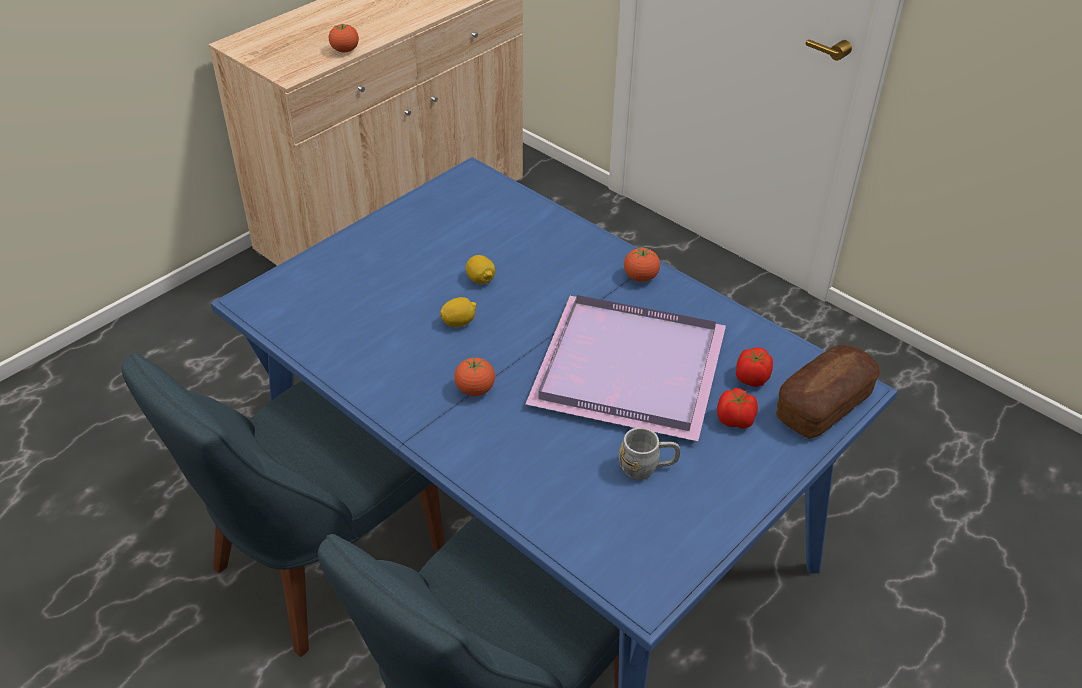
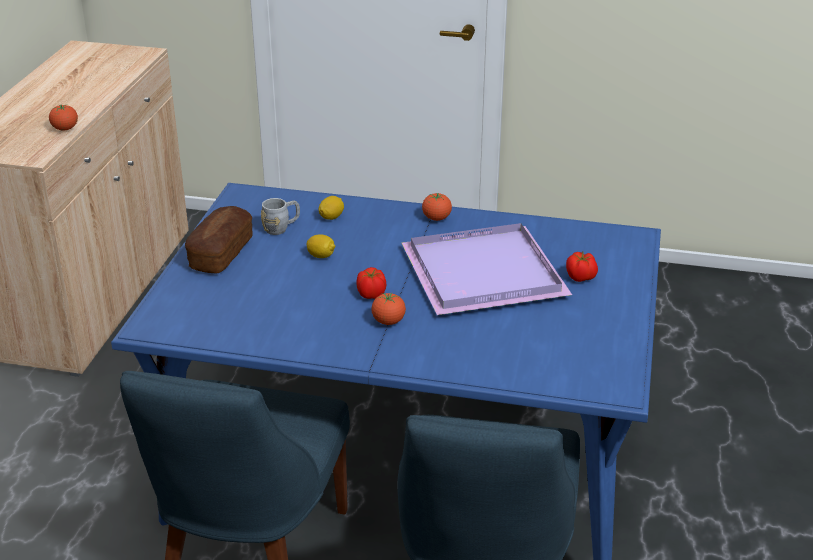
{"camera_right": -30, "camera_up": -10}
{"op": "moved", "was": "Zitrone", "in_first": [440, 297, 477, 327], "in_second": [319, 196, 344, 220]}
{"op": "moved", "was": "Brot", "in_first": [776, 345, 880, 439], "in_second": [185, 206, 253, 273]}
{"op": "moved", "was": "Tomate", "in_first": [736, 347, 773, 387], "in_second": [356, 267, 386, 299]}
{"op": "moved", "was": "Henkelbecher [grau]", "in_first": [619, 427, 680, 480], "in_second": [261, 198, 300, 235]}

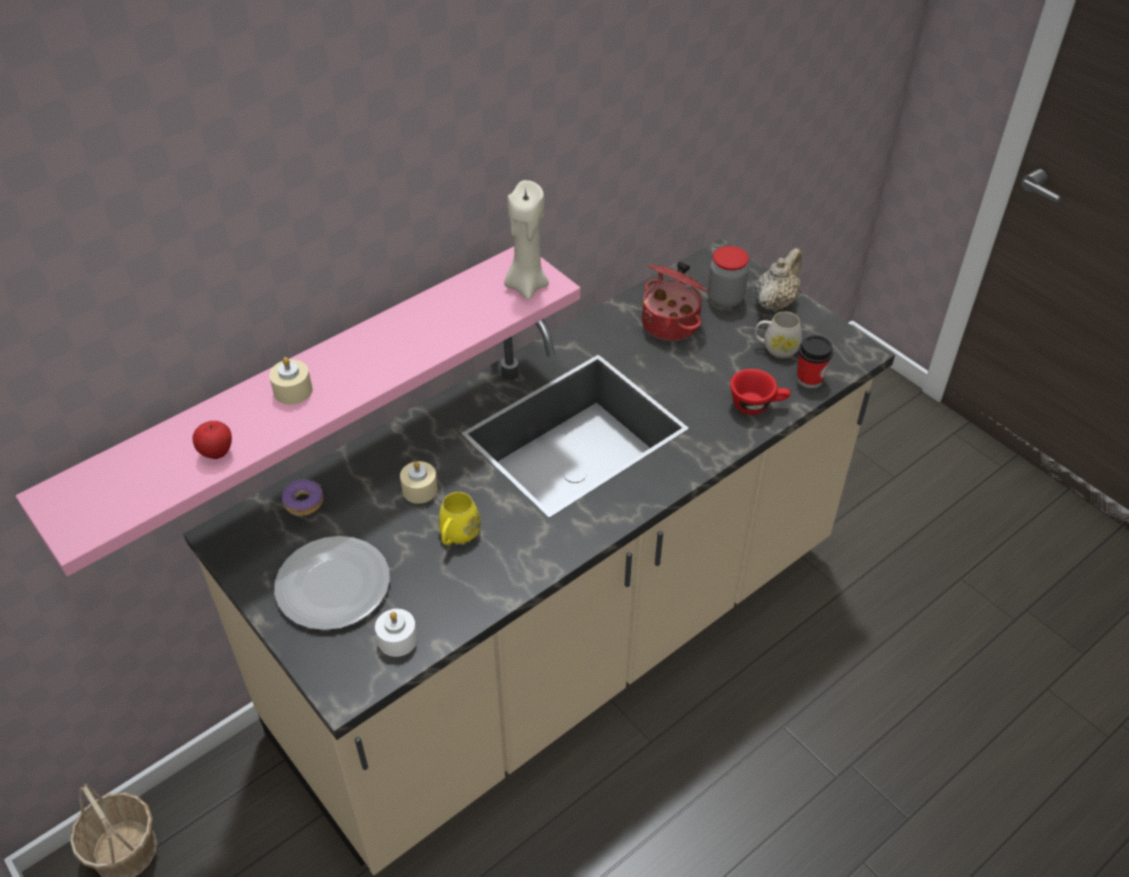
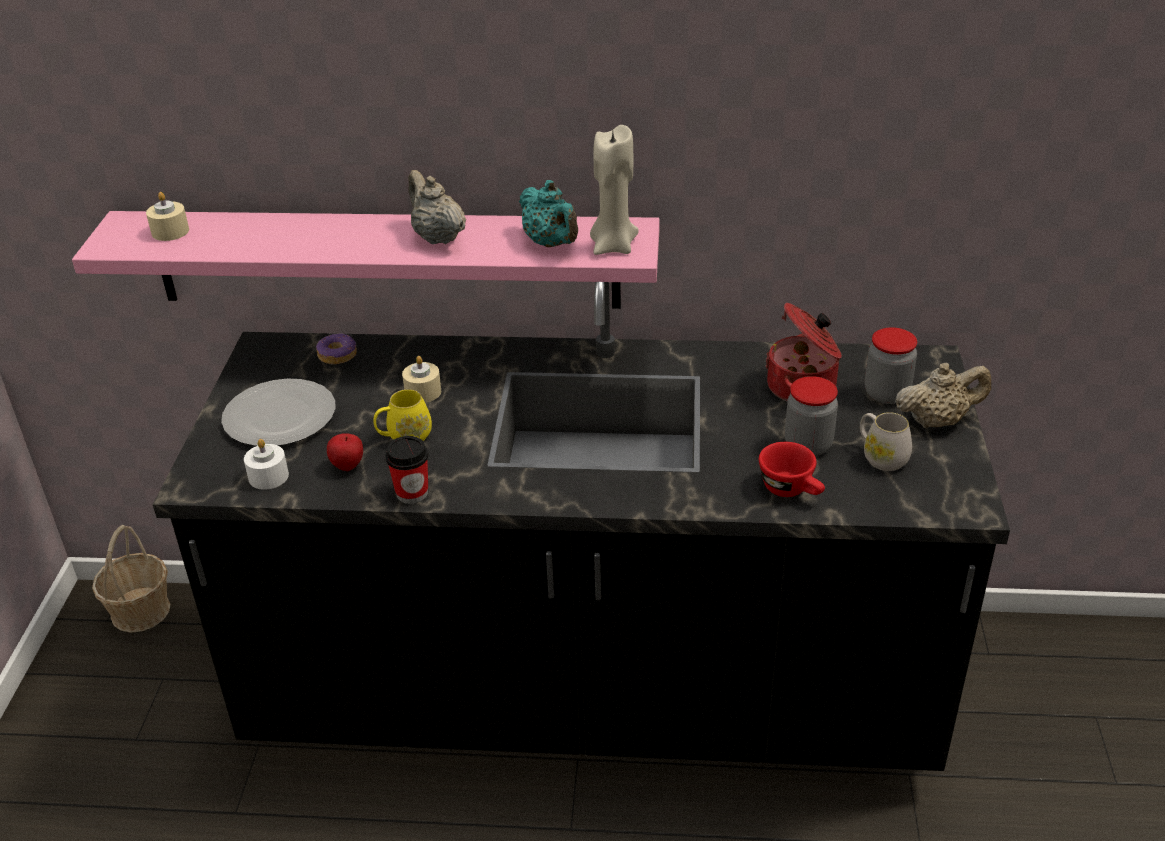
{"camera_right": 45, "camera_up": -10}
{"op": "recoloured", "was": "Küchenzeile [beige]", "now": "Küchenzeile [schwarz]", "in_first": [184, 238, 895, 875], "in_second": [153, 282, 1010, 771]}
{"op": "moved", "was": "Tasse", "in_first": [797, 335, 833, 389], "in_second": [385, 436, 428, 504]}
{"op": "moved", "was": "Kerze [beige]", "in_first": [269, 357, 313, 405], "in_second": [146, 192, 189, 241]}
{"op": "moved", "was": "Apfel", "in_first": [192, 421, 232, 459], "in_second": [327, 433, 363, 471]}
{"op": "added", "now": "Teekanne [beige]", "in_second": [408, 170, 466, 244]}
{"op": "added", "now": "Teekanne [türkis]", "in_second": [519, 180, 578, 247]}
{"op": "added", "now": "Vorratsglas", "in_second": [785, 376, 838, 456]}

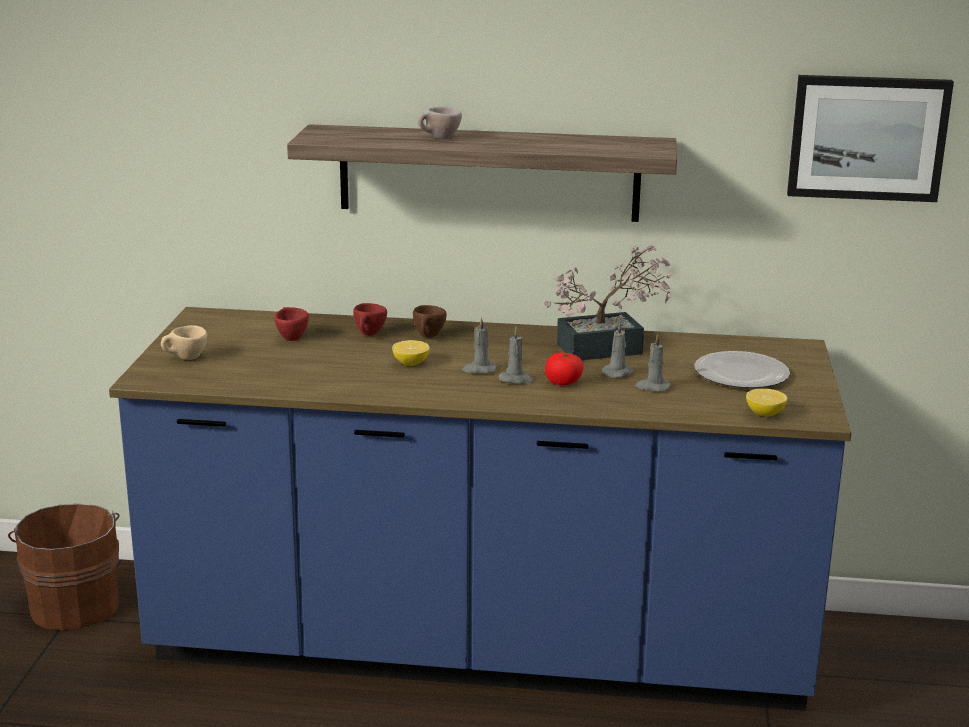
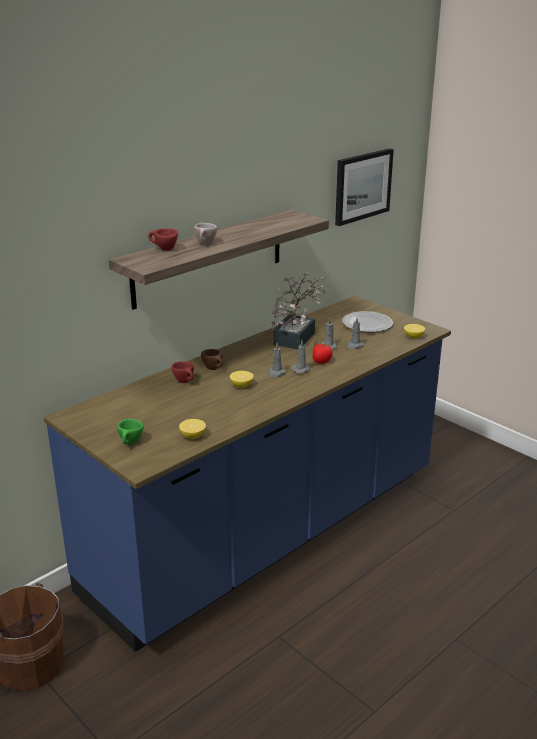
{"camera_right": -50, "camera_up": 5}
{"op": "moved", "was": "Tasse [rot]", "in_first": [275, 307, 309, 341], "in_second": [148, 228, 178, 251]}
{"op": "recoloured", "was": "Tasse [beige]", "now": "Tasse [grün]", "in_first": [161, 325, 207, 360], "in_second": [117, 419, 143, 445]}
{"op": "added", "now": "Zitrone", "in_second": [179, 419, 206, 439]}

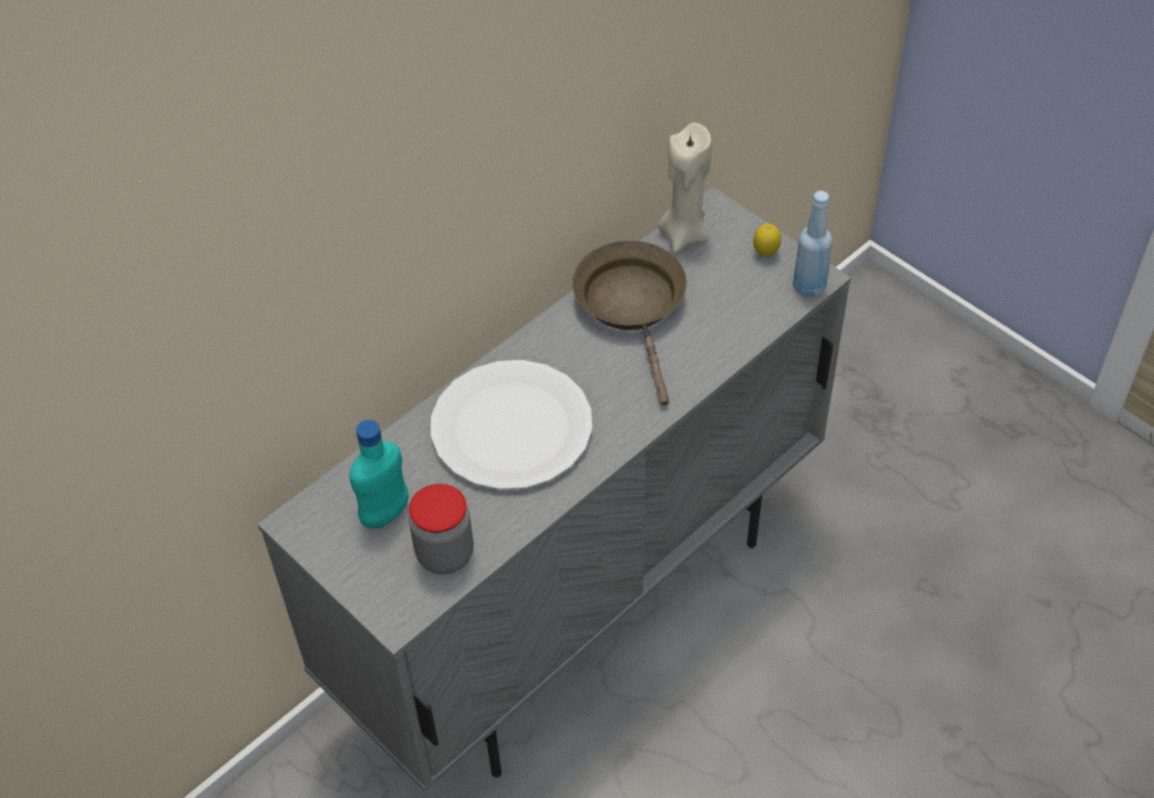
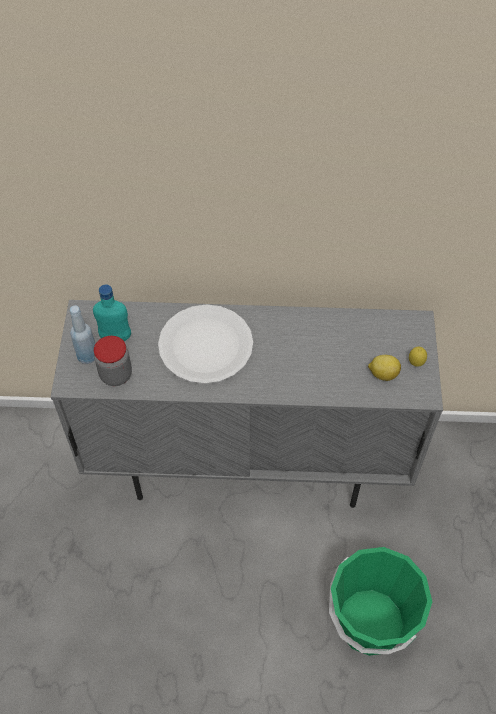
{"camera_right": 45, "camera_up": 5}
{"op": "removed", "was": "Kerze [beige]", "in_first": [658, 123, 712, 253]}
{"op": "moved", "was": "Flasche [blau]", "in_first": [793, 191, 832, 297], "in_second": [70, 305, 95, 364]}
{"op": "removed", "was": "Pfanne [braun]", "in_first": [572, 241, 687, 406]}
{"op": "added", "now": "Zitrone", "in_second": [368, 355, 401, 381]}
{"op": "added", "now": "Eimer [grün]", "in_second": [329, 547, 432, 656]}

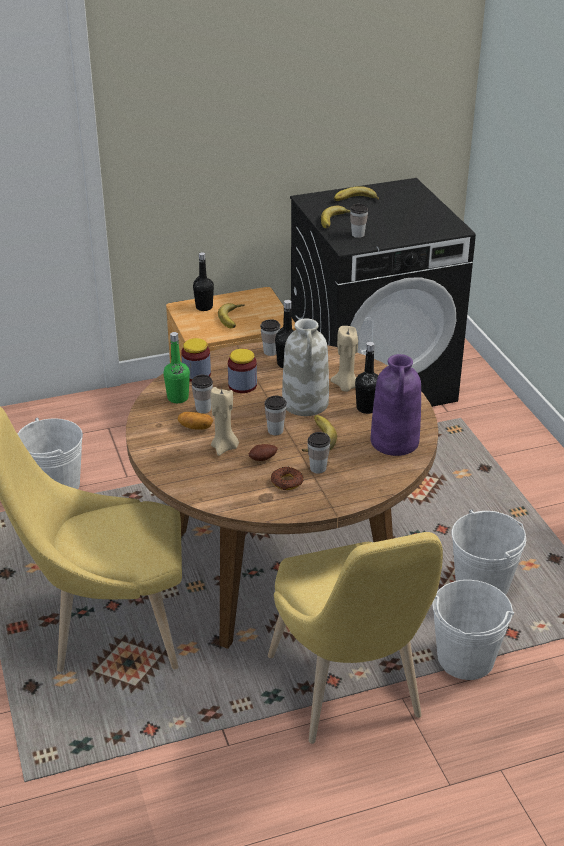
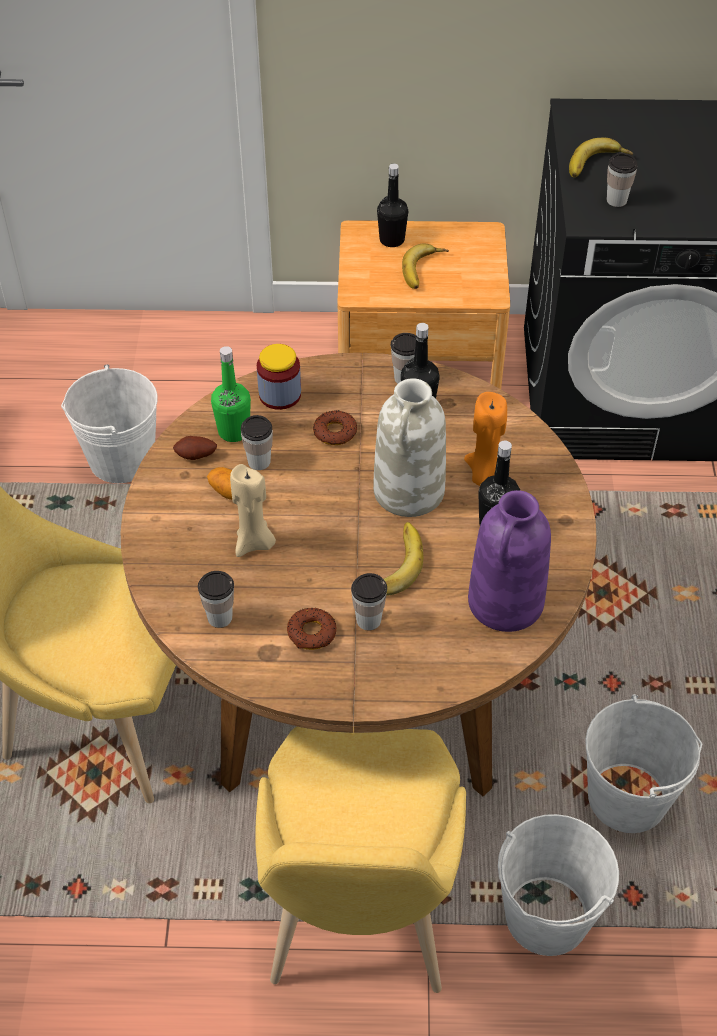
{"camera_right": 20, "camera_up": 15}
{"op": "removed", "was": "Banane", "in_first": [334, 186, 379, 201]}
{"op": "recoloured", "was": "Kerze [beige]", "now": "Kerze [orange]", "in_first": [330, 326, 358, 392], "in_second": [464, 392, 507, 486]}
{"op": "replaced", "was": "Vorratsglas", "now": "Donut", "in_first": [228, 349, 257, 393], "in_second": [313, 410, 357, 445]}
{"op": "moved", "was": "Tasse", "in_first": [264, 396, 287, 435], "in_second": [198, 571, 234, 628]}
{"op": "moved", "was": "Kartoffel", "in_first": [249, 444, 277, 461], "in_second": [173, 436, 217, 460]}

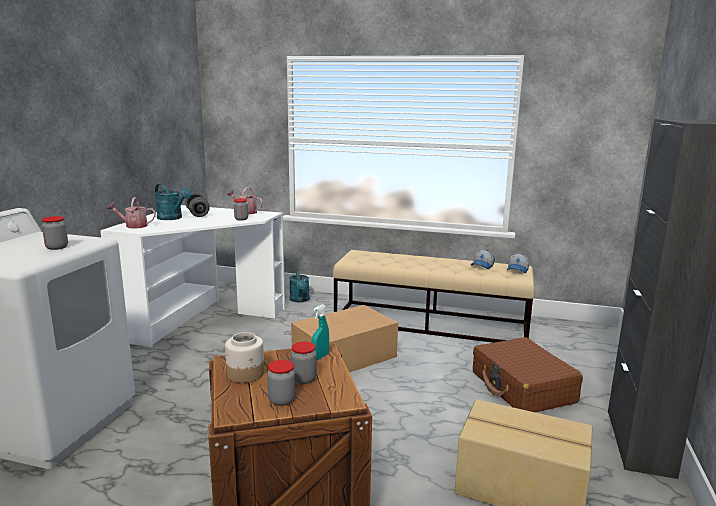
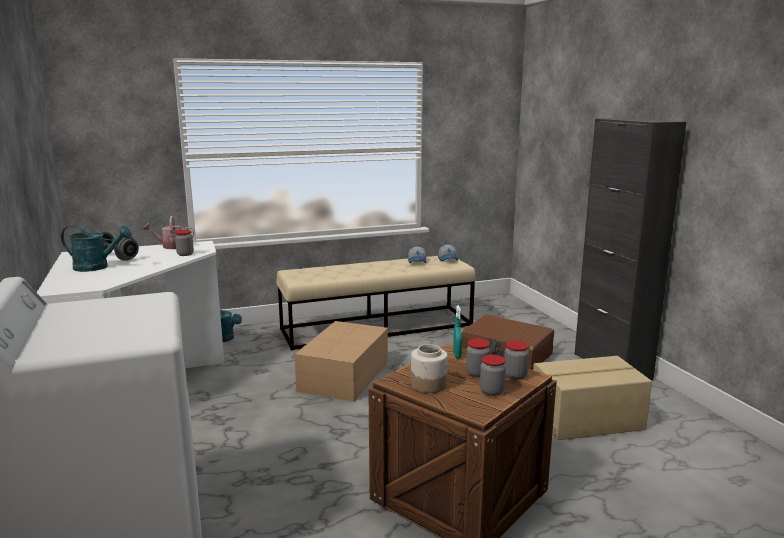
{"camera_right": -35, "camera_up": 0}
{"op": "removed", "was": "Gießkanne", "in_first": [107, 197, 156, 229]}
{"op": "moved", "was": "Vorratsglas", "in_first": [42, 216, 68, 250], "in_second": [504, 341, 529, 380]}

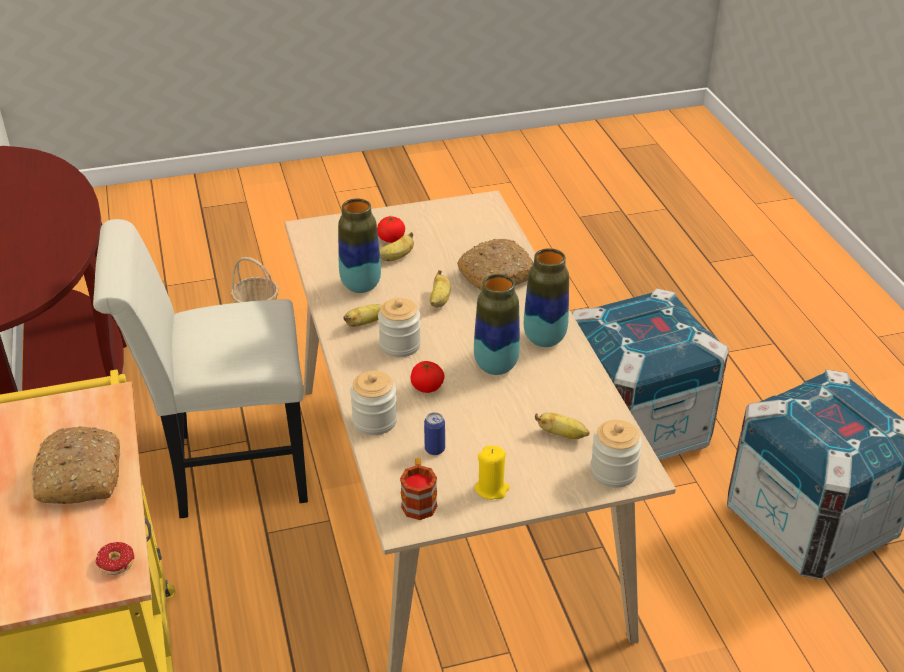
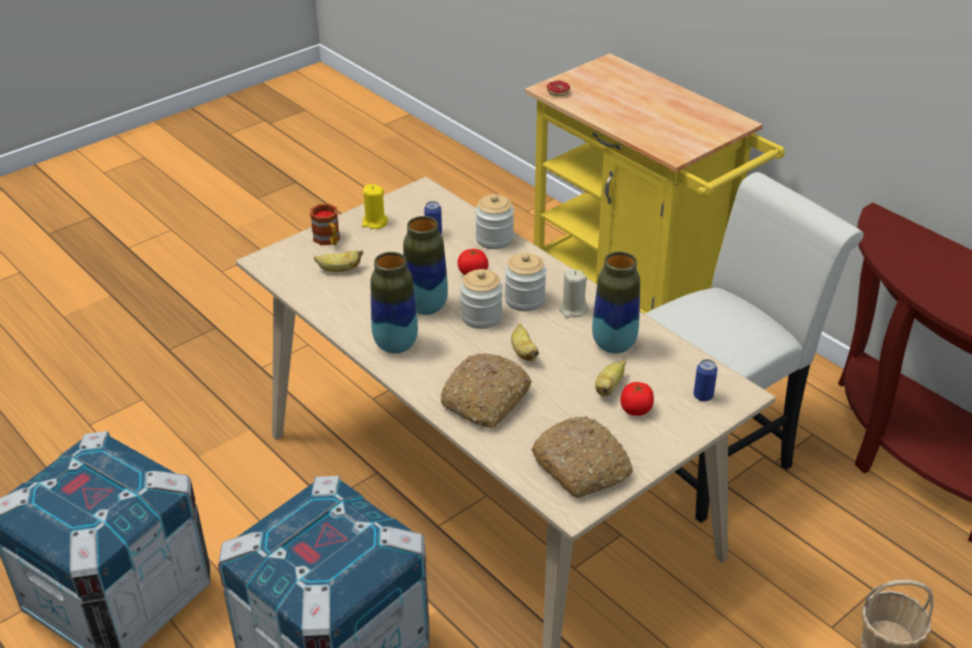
{"camera_right": 155, "camera_up": 0}
{"op": "replaced", "was": "Banane", "now": "Kerze [beige]", "in_first": [343, 304, 382, 327], "in_second": [559, 269, 589, 318]}
{"op": "moved", "was": "Vorratsglas", "in_first": [590, 420, 642, 488], "in_second": [460, 269, 503, 329]}
{"op": "moved", "was": "Brot", "in_first": [32, 426, 120, 504], "in_second": [531, 416, 633, 498]}
{"op": "moved", "was": "Henkelbecher", "in_first": [400, 458, 437, 520], "in_second": [310, 204, 340, 245]}
{"op": "added", "now": "Dose", "in_second": [694, 359, 718, 402]}

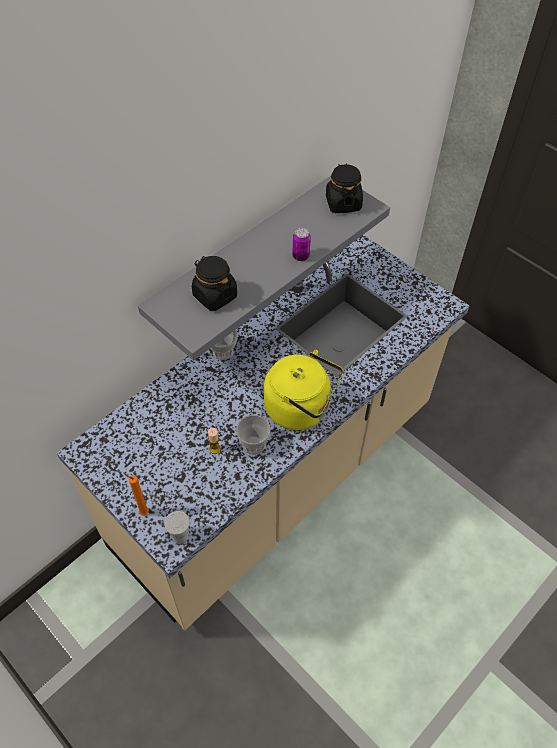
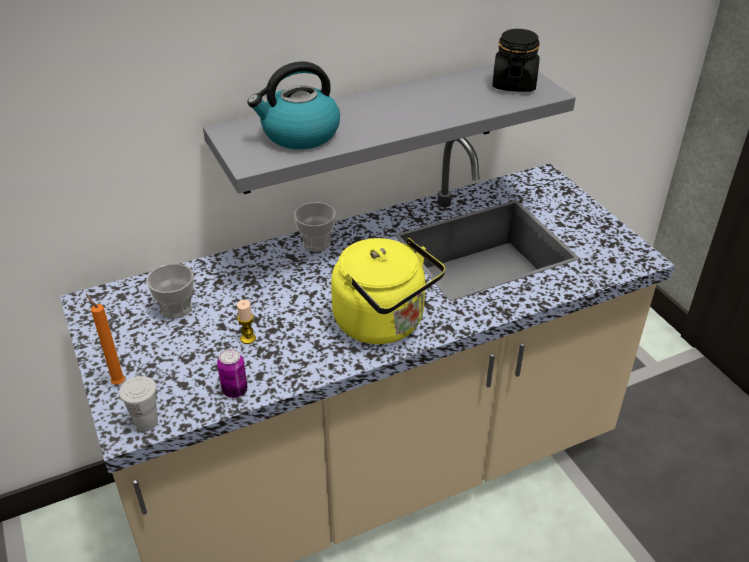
{"camera_right": 20, "camera_up": -15}
{"op": "moved", "was": "Dose", "in_first": [292, 228, 311, 261], "in_second": [217, 349, 247, 398]}
{"op": "replaced", "was": "Vorratsglas [schwarz]", "now": "Wasserkessel", "in_first": [192, 256, 237, 311], "in_second": [247, 61, 340, 149]}
{"op": "moved", "was": "Tasse", "in_first": [236, 415, 271, 455], "in_second": [146, 264, 194, 319]}

